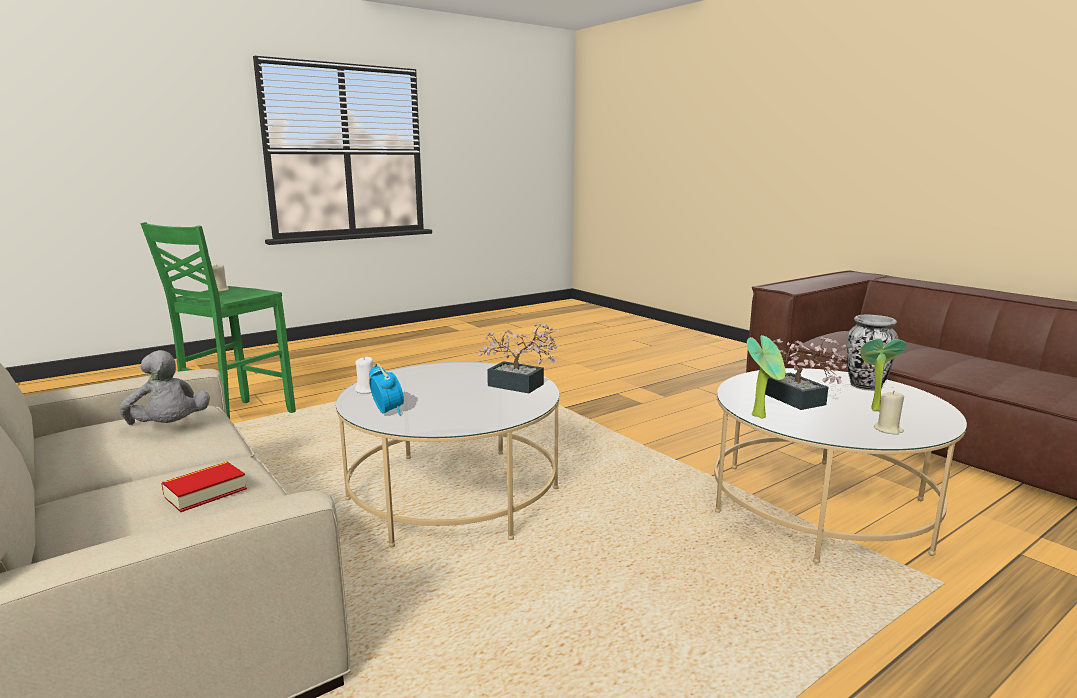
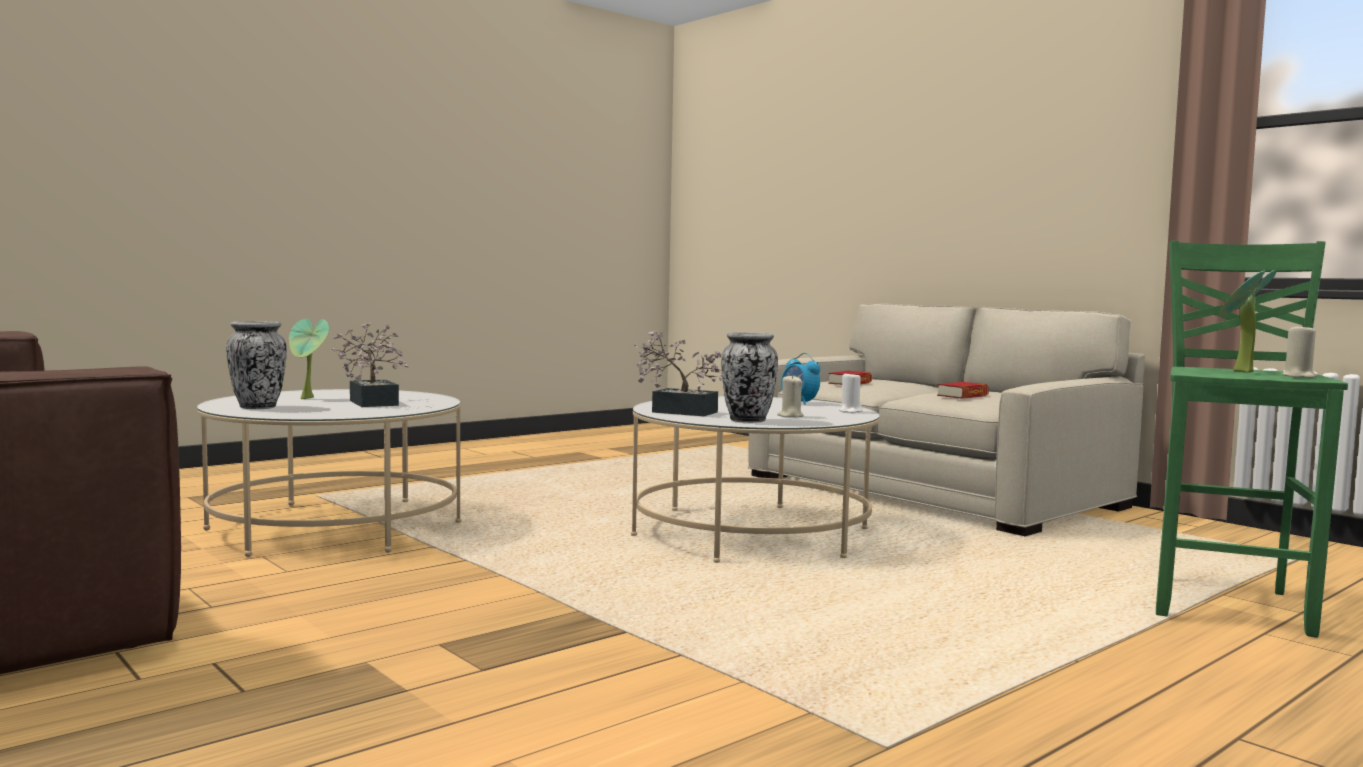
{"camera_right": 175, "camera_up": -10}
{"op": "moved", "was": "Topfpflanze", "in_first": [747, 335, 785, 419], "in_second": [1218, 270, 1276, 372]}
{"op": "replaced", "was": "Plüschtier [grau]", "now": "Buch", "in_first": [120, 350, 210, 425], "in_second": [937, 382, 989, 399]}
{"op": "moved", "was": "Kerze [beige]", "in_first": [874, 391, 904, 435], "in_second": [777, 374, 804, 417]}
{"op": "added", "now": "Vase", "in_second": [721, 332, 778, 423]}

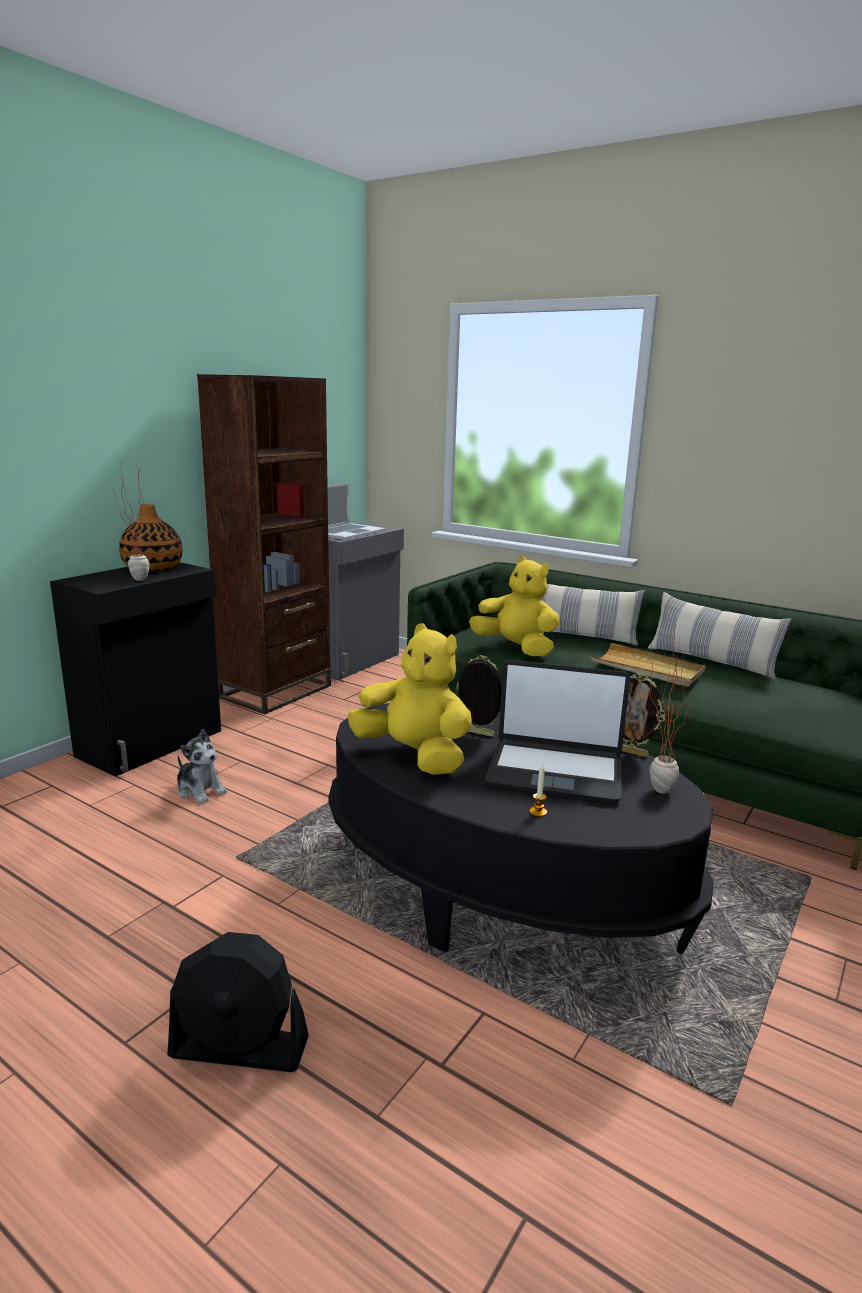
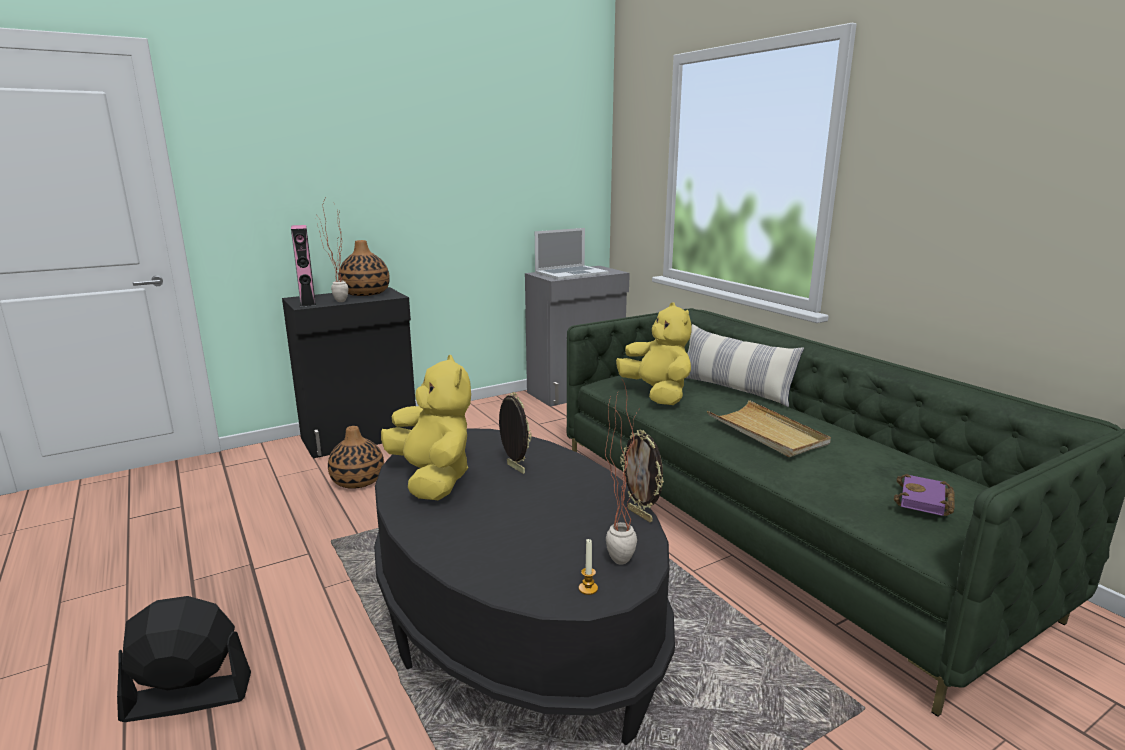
{"camera_right": 25, "camera_up": 0}
{"op": "removed", "was": "Bücherregal [braun]", "in_first": [197, 374, 331, 714]}
{"op": "removed", "was": "Kissen", "in_first": [648, 592, 792, 680]}
{"op": "removed", "was": "Laptop", "in_first": [485, 660, 630, 803]}
{"op": "replaced", "was": "Plüschtier", "now": "Vase", "in_first": [177, 729, 227, 804], "in_second": [328, 426, 384, 489]}
{"op": "moved", "was": "Kerze", "in_first": [530, 766, 547, 817], "in_second": [579, 539, 598, 595]}
{"op": "turned", "was": "Ventilator [schwarz]", "in_first": [167, 932, 309, 1072], "in_second": [117, 596, 251, 722], "clockwise": 135}
{"op": "added", "now": "Lautsprecher [rosa]", "in_second": [291, 225, 316, 307]}
{"op": "added", "now": "Buch [lila]", "in_second": [894, 474, 955, 516]}

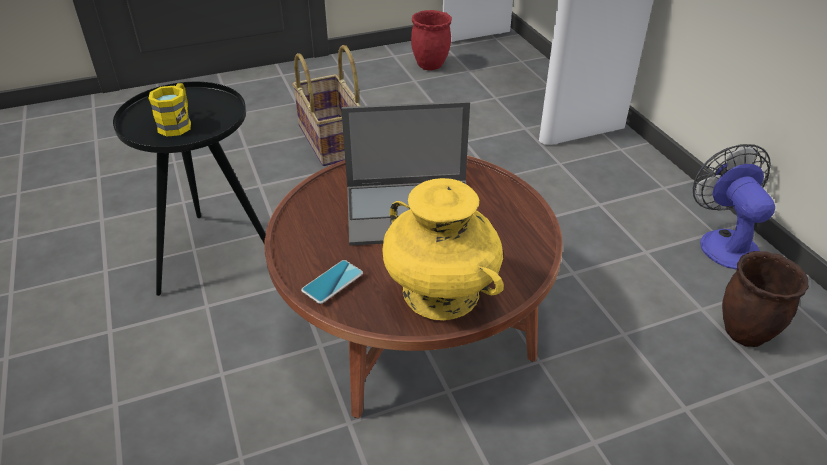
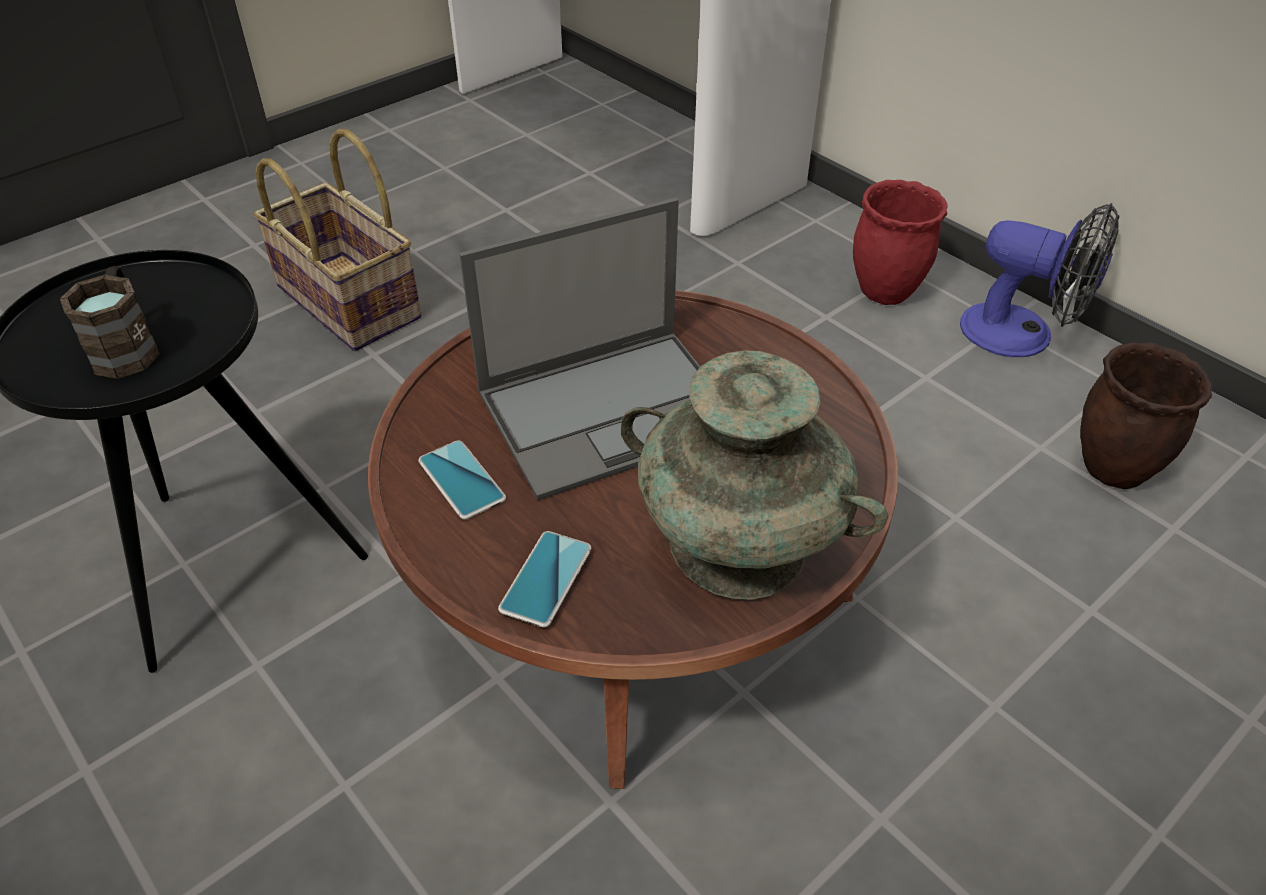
{"camera_right": -20, "camera_up": 5}
{"op": "moved", "was": "Pflanzkübel [rot]", "in_first": [411, 10, 452, 71], "in_second": [853, 180, 948, 305]}
{"op": "recoloured", "was": "Henkelbecher [gelb]", "now": "Henkelbecher [braun]", "in_first": [148, 83, 191, 137], "in_second": [60, 266, 160, 379]}
{"op": "turned", "was": "Ventilator", "in_first": [693, 144, 775, 269], "in_second": [960, 203, 1119, 357], "clockwise": 150}
{"op": "recoloured", "was": "Vase [gelb]", "now": "Vase [türkis]", "in_first": [382, 178, 504, 320], "in_second": [621, 350, 888, 600]}
{"op": "added", "now": "Handy", "in_second": [418, 440, 506, 520]}

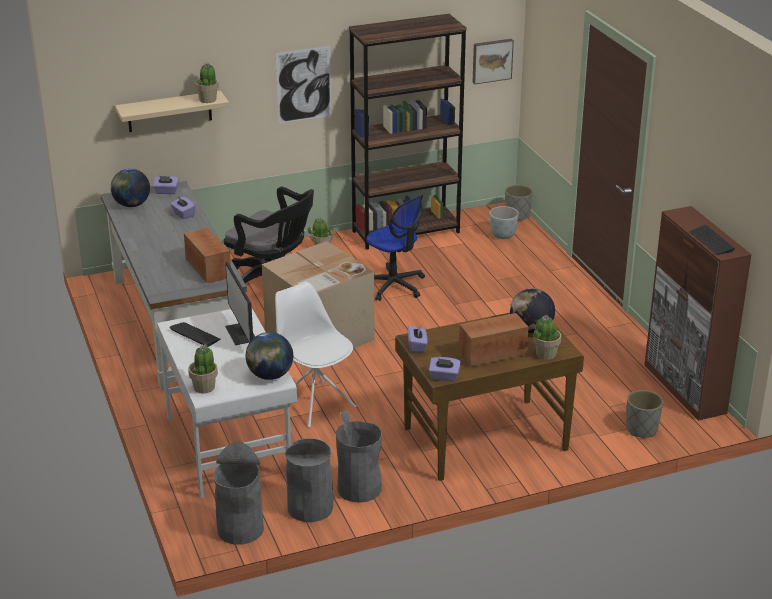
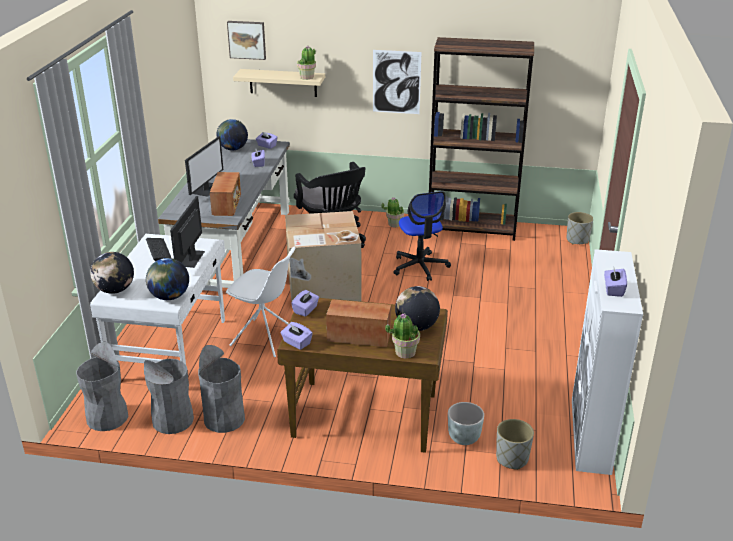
{"camera_right": 30, "camera_up": 0}
{"op": "moved", "was": "Bild", "in_first": [472, 39, 514, 84], "in_second": [227, 21, 266, 60]}
{"op": "moved", "was": "Pflanzkübel [grau]", "in_first": [490, 206, 519, 239], "in_second": [448, 402, 484, 445]}
{"op": "recoloured", "was": "Schrank [braun]", "now": "Schrank [weiß]", "in_first": [645, 206, 752, 421], "in_second": [572, 249, 643, 475]}
{"op": "replaced", "was": "Tastatur", "now": "Taschentuchbox [lila]", "in_first": [690, 225, 735, 255], "in_second": [604, 269, 627, 297]}
{"op": "turned", "was": "Stuhl [weiß]", "in_first": [275, 282, 356, 428], "in_second": [226, 246, 295, 357], "clockwise": 120}
{"op": "replaced", "was": "Topfpflanze", "now": "Globus", "in_first": [188, 344, 218, 394], "in_second": [90, 252, 134, 294]}
{"op": "added", "now": "Monitor", "in_second": [185, 136, 223, 197]}

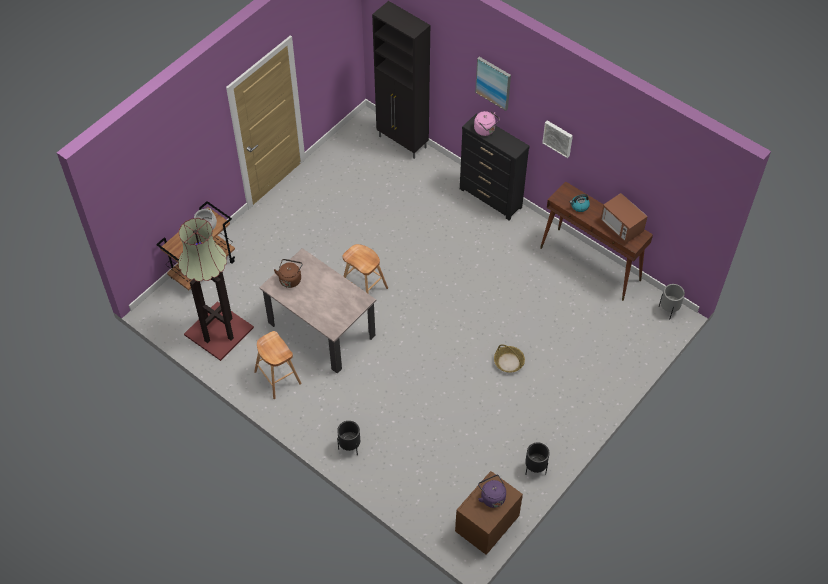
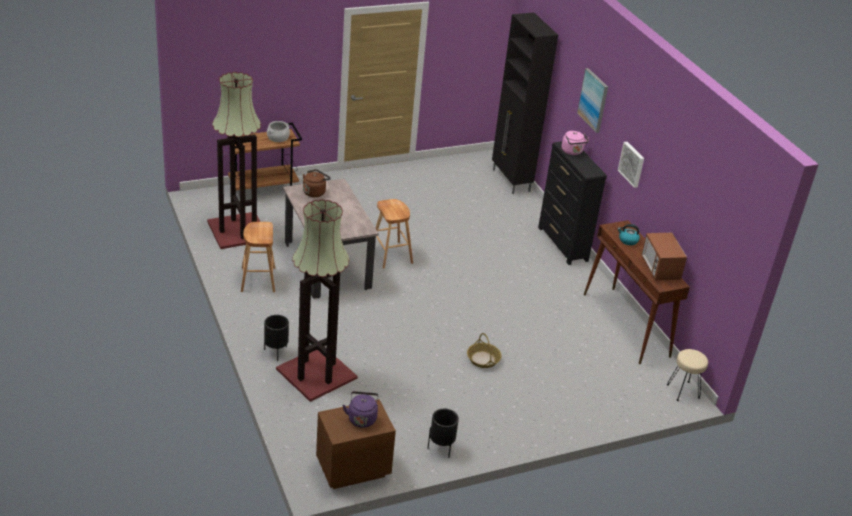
{"camera_right": 25, "camera_up": -20}
{"op": "replaced", "was": "Pflanzkübel [grau]", "now": "Hocker [beige]", "in_first": [659, 284, 685, 320], "in_second": [667, 349, 708, 401]}
{"op": "added", "now": "Stehlampe", "in_second": [276, 199, 358, 402]}

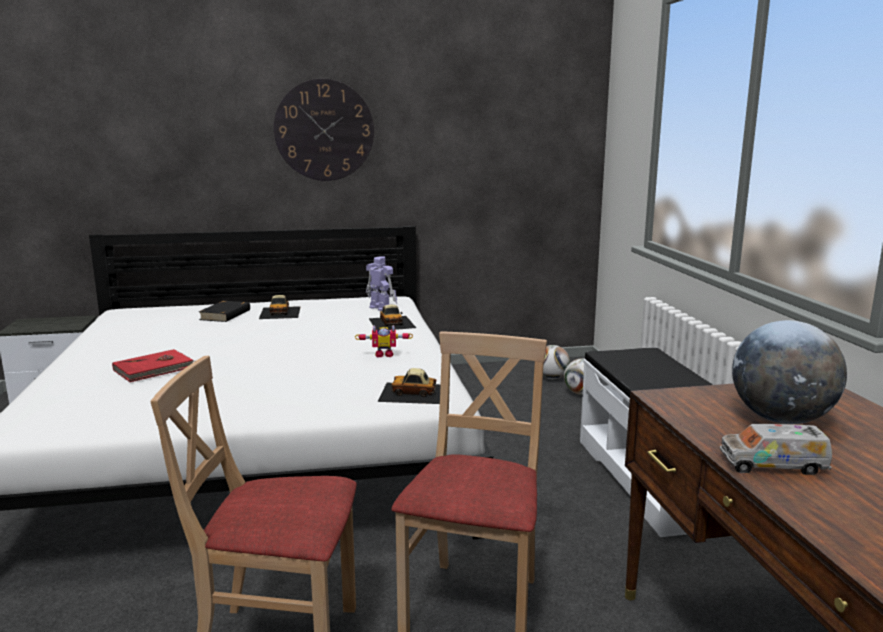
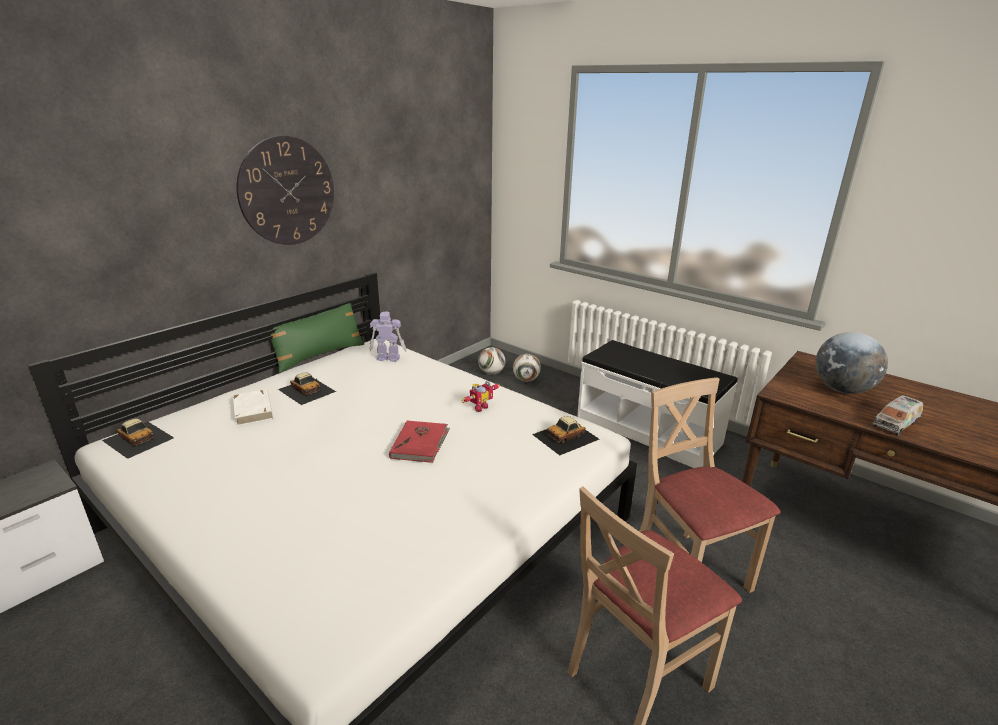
{"camera_right": -40, "camera_up": 10}
{"op": "recoloured", "was": "Buch [schwarz]", "now": "Buch [weiß]", "in_first": [199, 301, 250, 322], "in_second": [233, 389, 273, 426]}
{"op": "moved", "was": "Spielzeugauto", "in_first": [368, 305, 416, 331], "in_second": [102, 418, 174, 459]}
{"op": "moved", "was": "Buch [rot]", "in_first": [112, 349, 195, 382], "in_second": [389, 420, 450, 463]}
{"op": "added", "now": "Kissen [grün]", "in_second": [265, 303, 364, 373]}

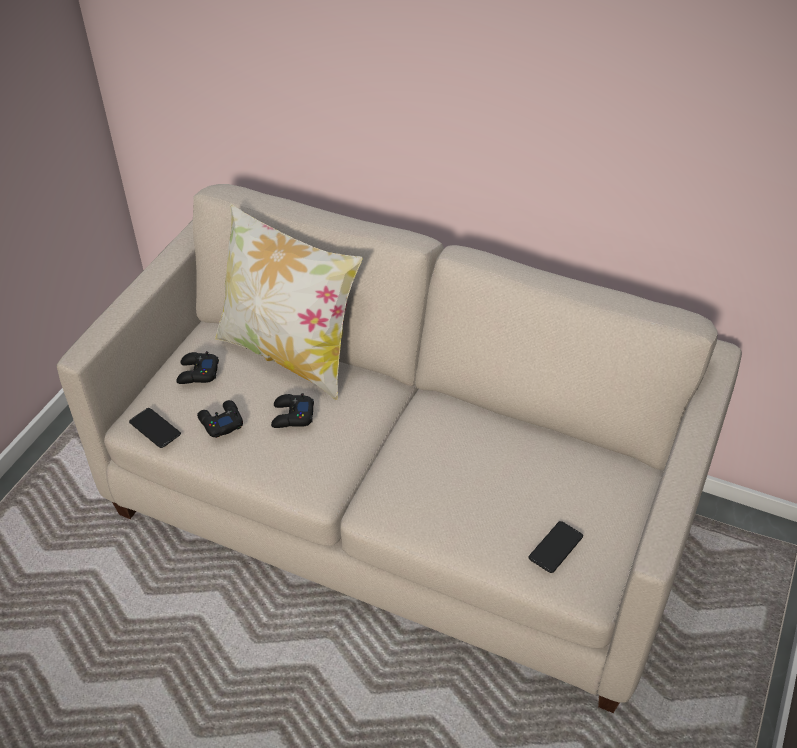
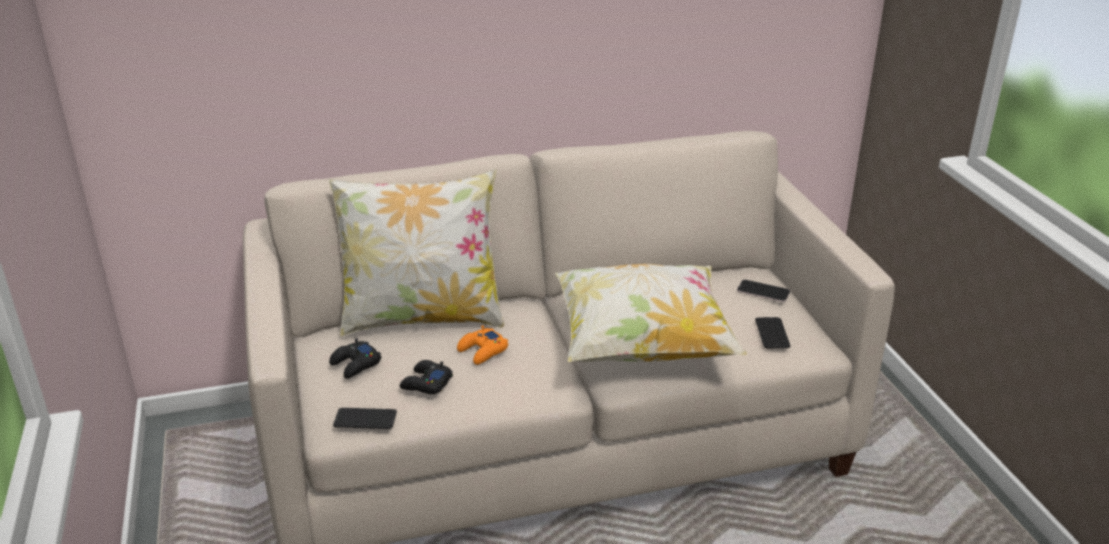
{"camera_right": -40, "camera_up": -15}
{"op": "recoloured", "was": "Gamepad [schwarz]", "now": "Gamepad [orange]", "in_first": [271, 393, 314, 428], "in_second": [457, 325, 508, 365]}
{"op": "added", "now": "Kissen", "in_second": [555, 264, 747, 362]}
{"op": "added", "now": "Handy", "in_second": [737, 279, 790, 302]}

